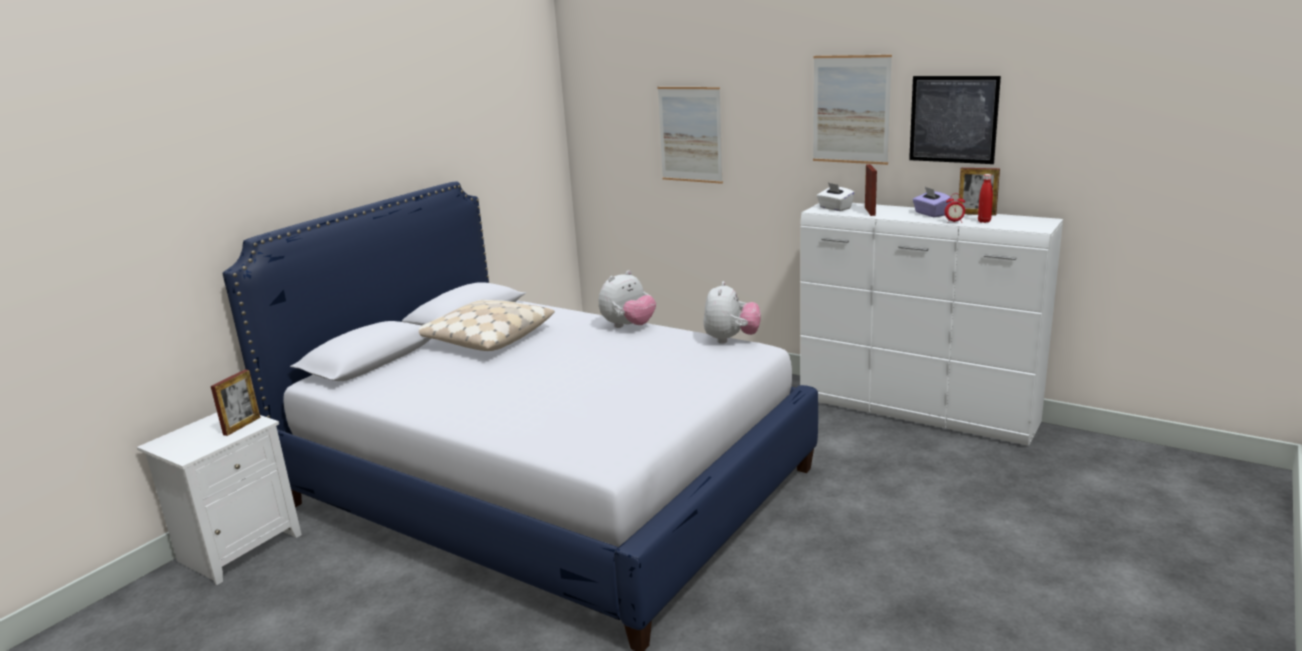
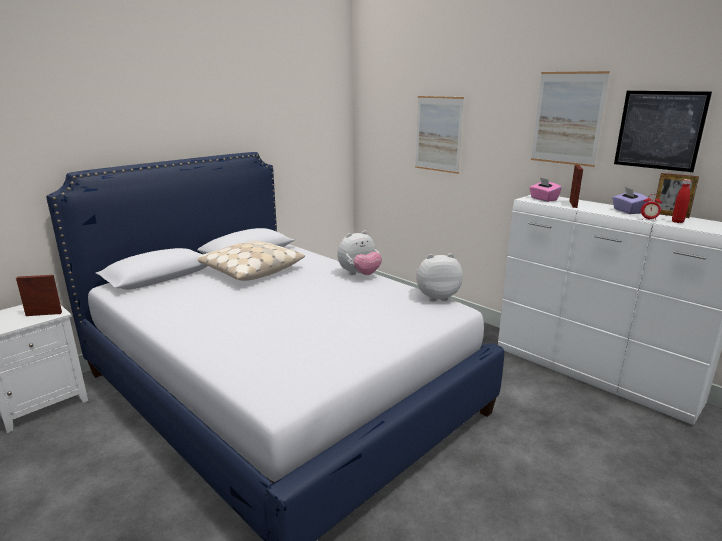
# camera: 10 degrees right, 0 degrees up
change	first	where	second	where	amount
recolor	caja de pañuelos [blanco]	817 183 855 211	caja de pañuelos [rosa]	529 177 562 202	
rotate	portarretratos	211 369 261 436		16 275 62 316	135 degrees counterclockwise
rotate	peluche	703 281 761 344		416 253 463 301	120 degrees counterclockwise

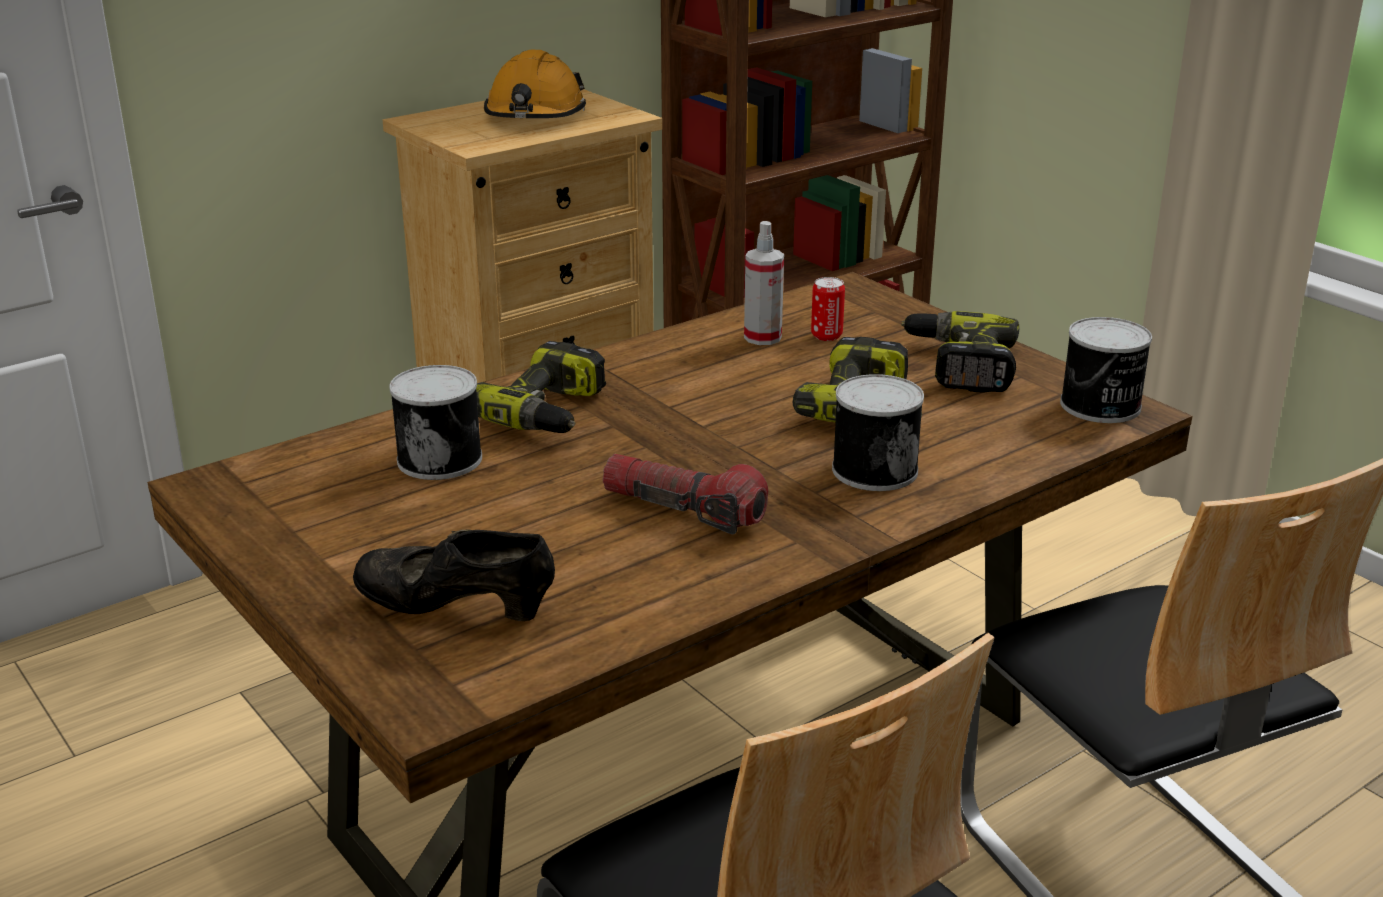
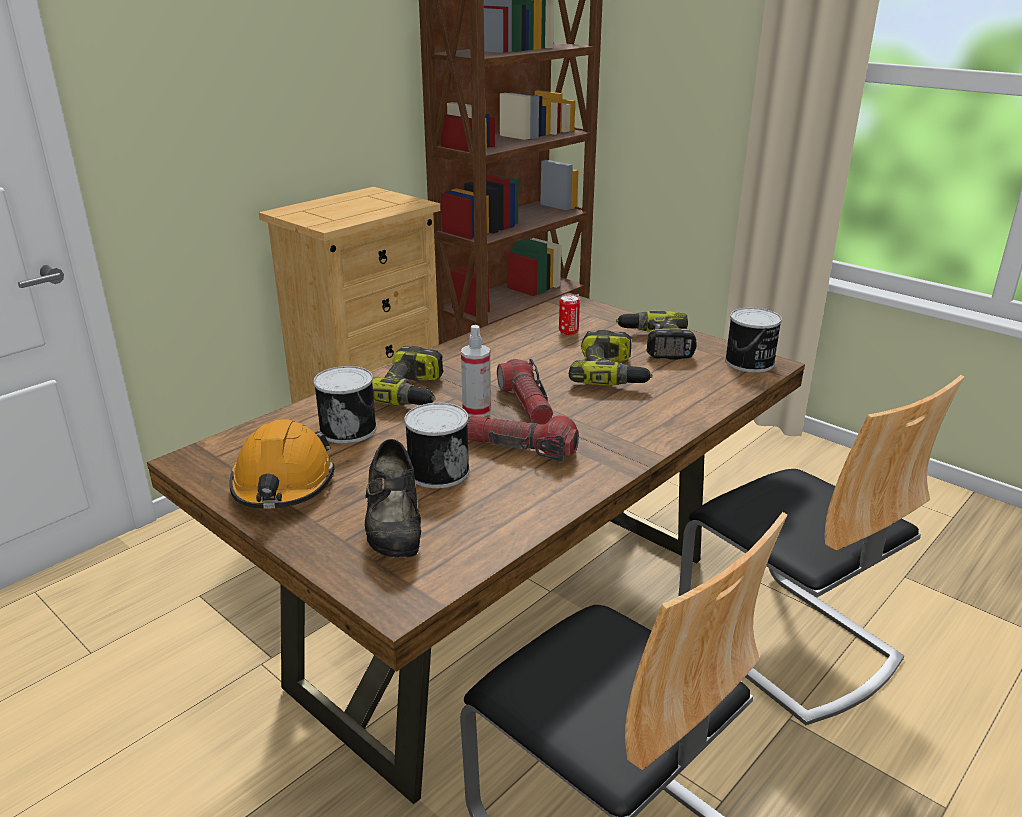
# camera: 10 degrees left, 0 degrees up
change	first	where	second	where	amount
insert			linterna	497 359 553 425	
move	casco [naranja]	484 50 586 118		230 419 334 509	
move	pulverizador	744 221 784 345		461 325 491 417	
move	lata	832 374 924 491		404 403 470 488	
rotate	zapato [negro]	353 530 555 621		365 439 421 558	105 degrees counterclockwise

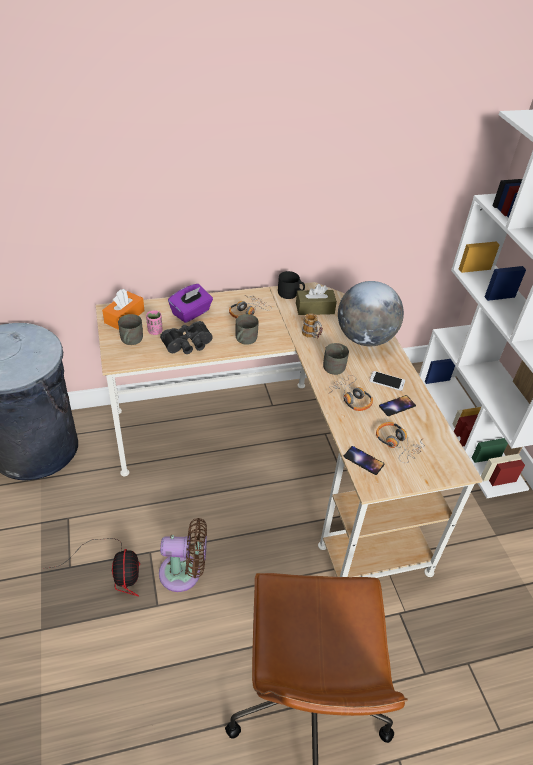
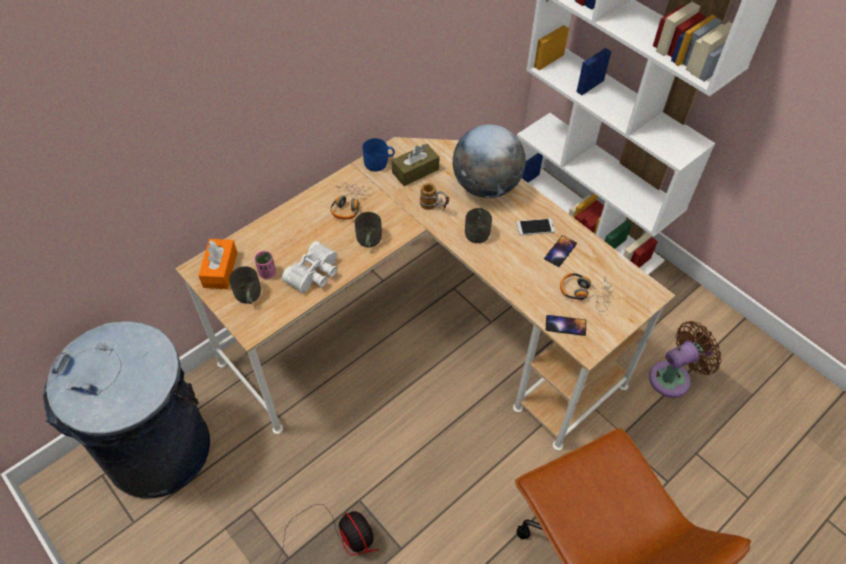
# camera: 25 degrees left, 10 degrees up
change	first	where	second	where	amount
delete	caja de pañuelos [morado]	168 284 213 323			
delete	auriculares	328 375 373 411			
move	ventilador [marrón]	159 518 207 592		649 321 722 398	
recolor	prismáticos [negro]	160 321 213 354	prismáticos [blanco]	282 241 337 293	
recolor	taza grande [negro]	278 271 305 299	taza grande [azul]	363 138 395 172	

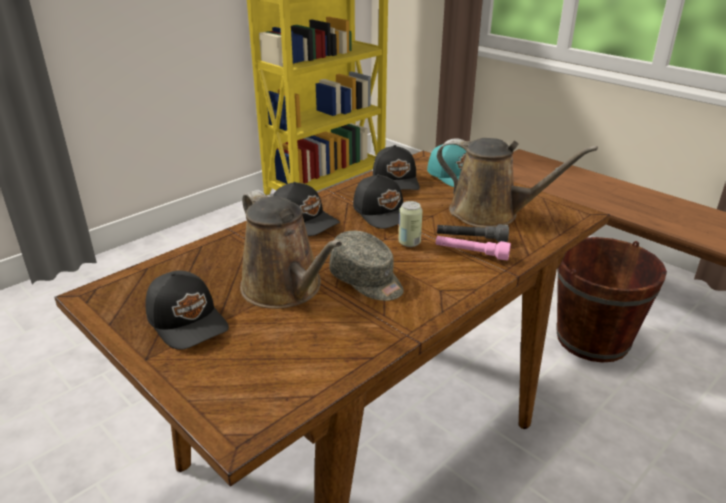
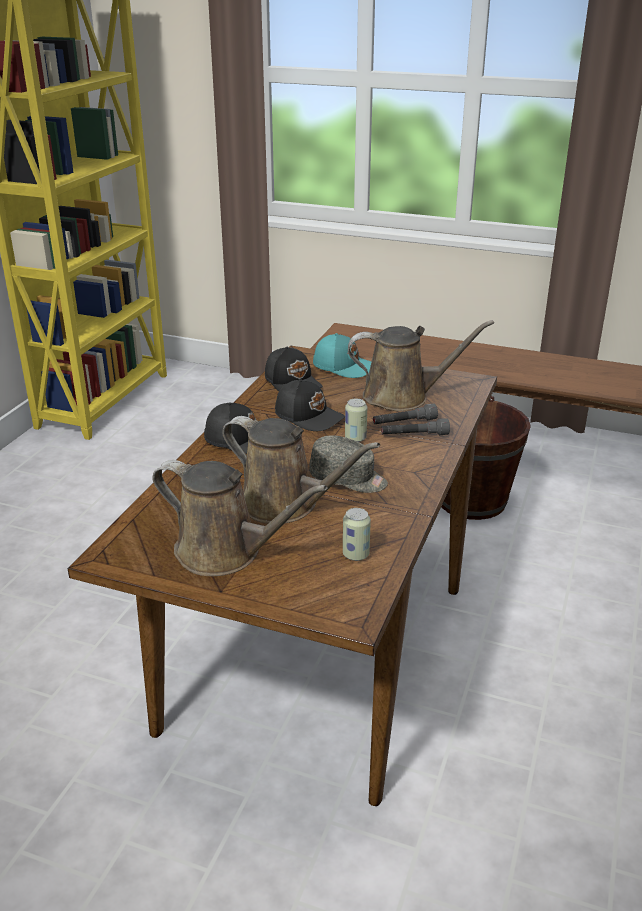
# camera: 25 degrees left, 0 degrees up
change	first	where	second	where	amount
insert			lata	343 508 371 561	
replace	gorra [negro]	145 271 229 350	regadera [marrón]	153 460 328 576	
recolor	linterna [rosa]	436 236 511 261	linterna [gris]	381 419 450 435	

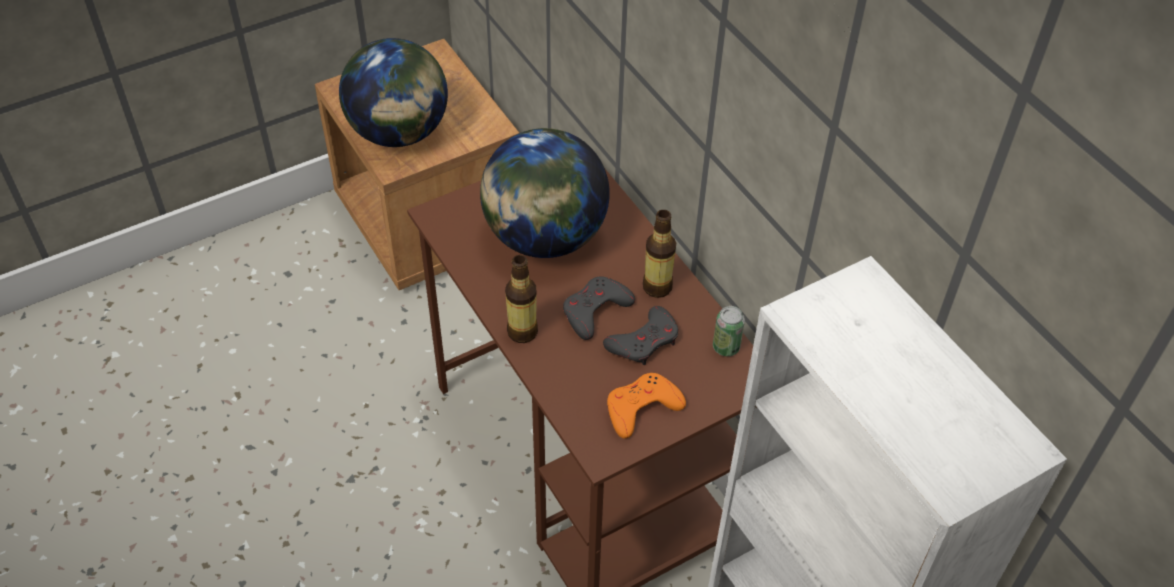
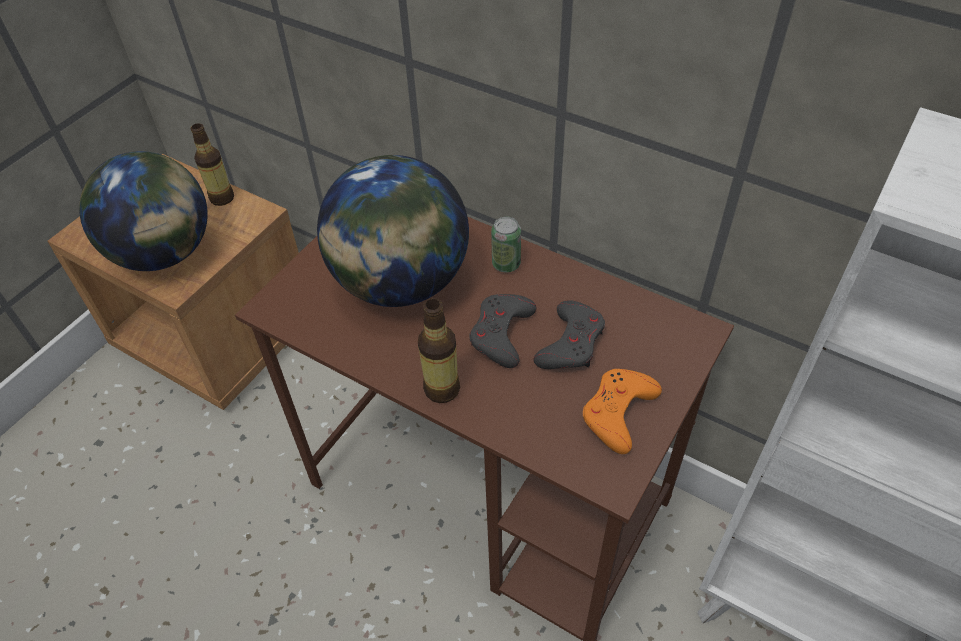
# camera: 25 degrees left, 0 degrees up
change	first	where	second	where	amount
move	botella	643 210 676 298		191 123 234 206	
move	lata	713 306 745 356		491 217 521 272	

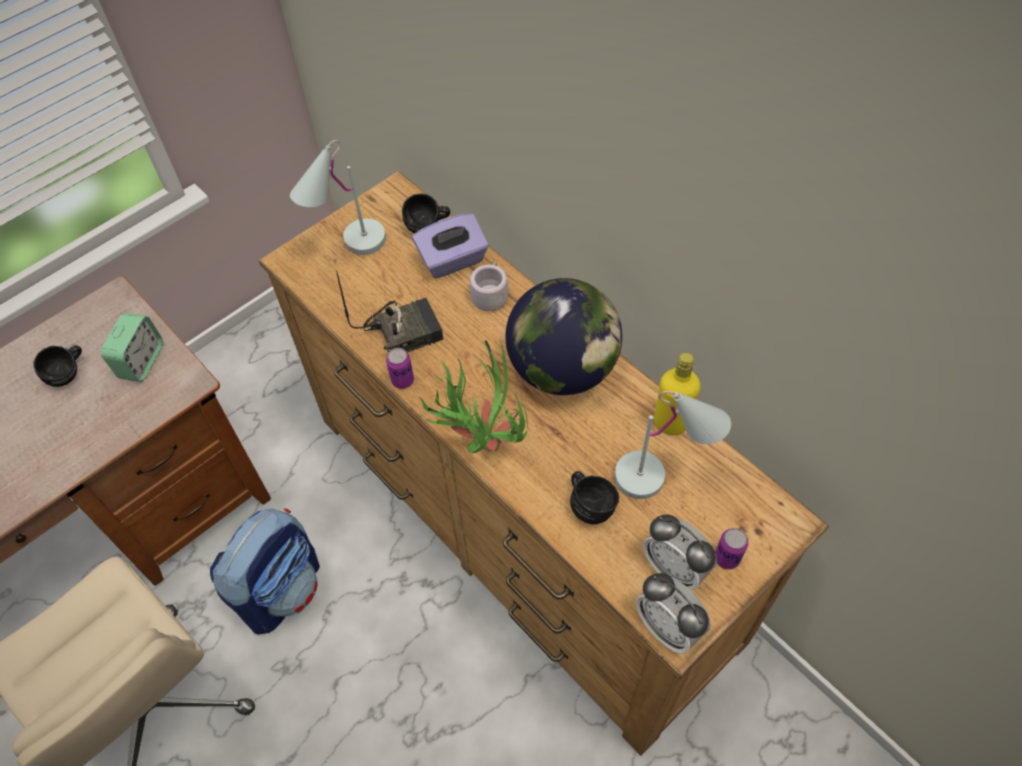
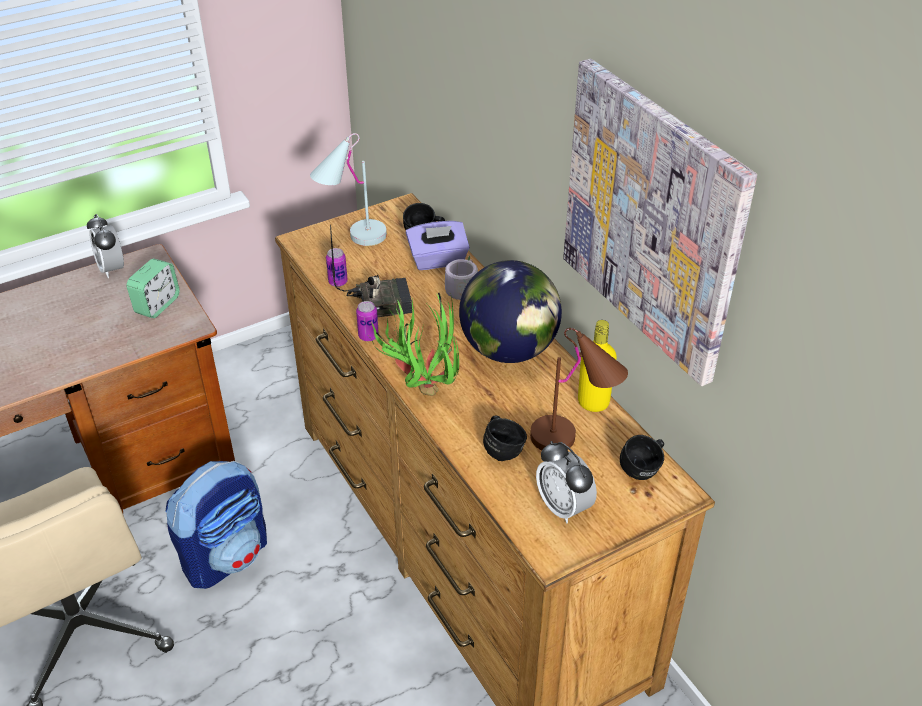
# camera: 10 degrees right, 15 degrees down
change	first	where	second	where	amount
insert			cuadro	563 59 757 386	
move	taza grande [negro]	33 345 82 387		620 435 664 480	
move	despertador	636 573 711 654		87 214 124 278	
move	lata	715 528 748 570		326 248 348 287	
recolor	lámpara de mesa [blanco]	615 391 731 499	lámpara de mesa [marrón]	530 328 628 450	

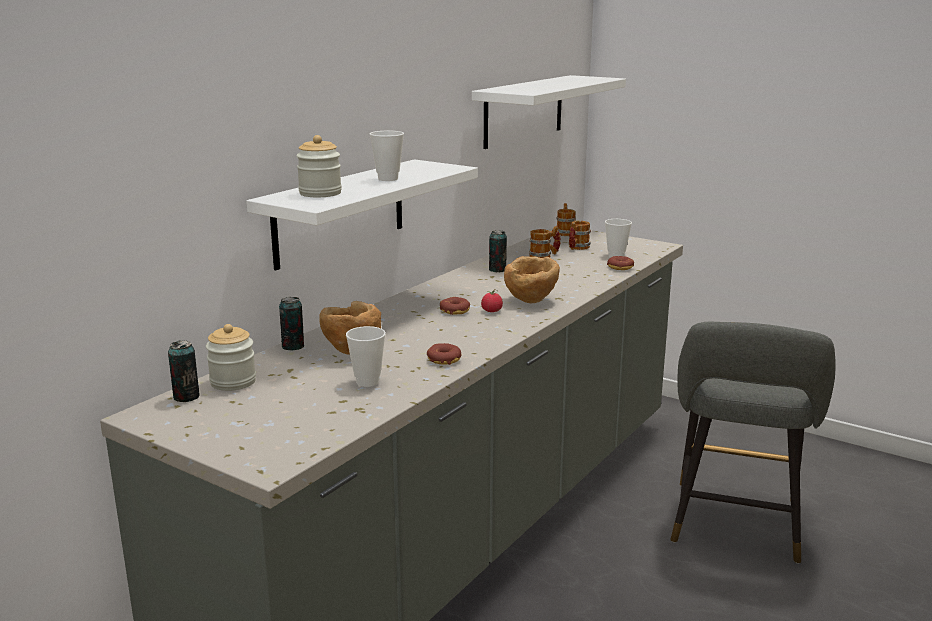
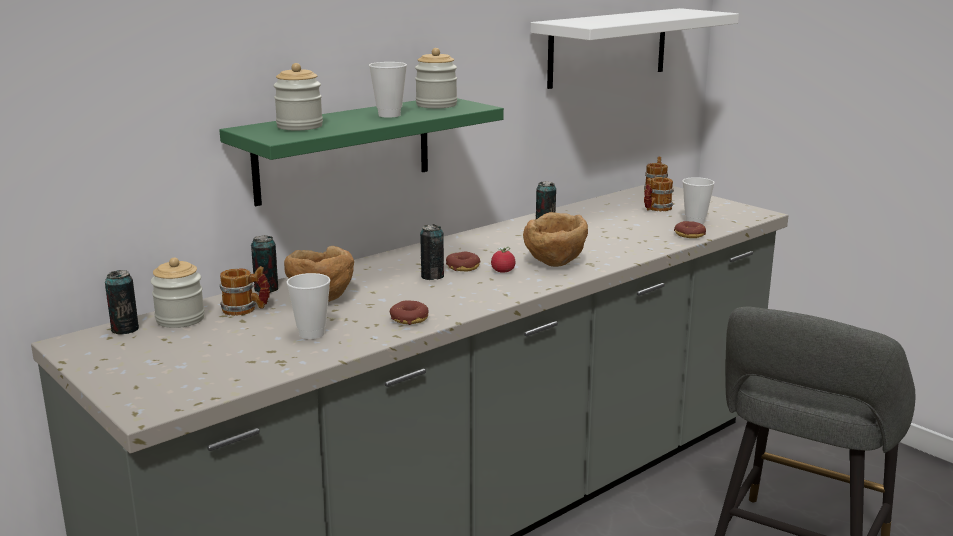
# camera: 15 degrees right, 0 degrees up
change	first	where	second	where	amount
insert			tarro	415 48 457 108	
insert			lata	420 224 444 280	
move	taza grande	529 226 561 258		219 266 270 316	
recolor	estante [blanco]	246 159 478 270	estante [verde]	219 98 504 206	

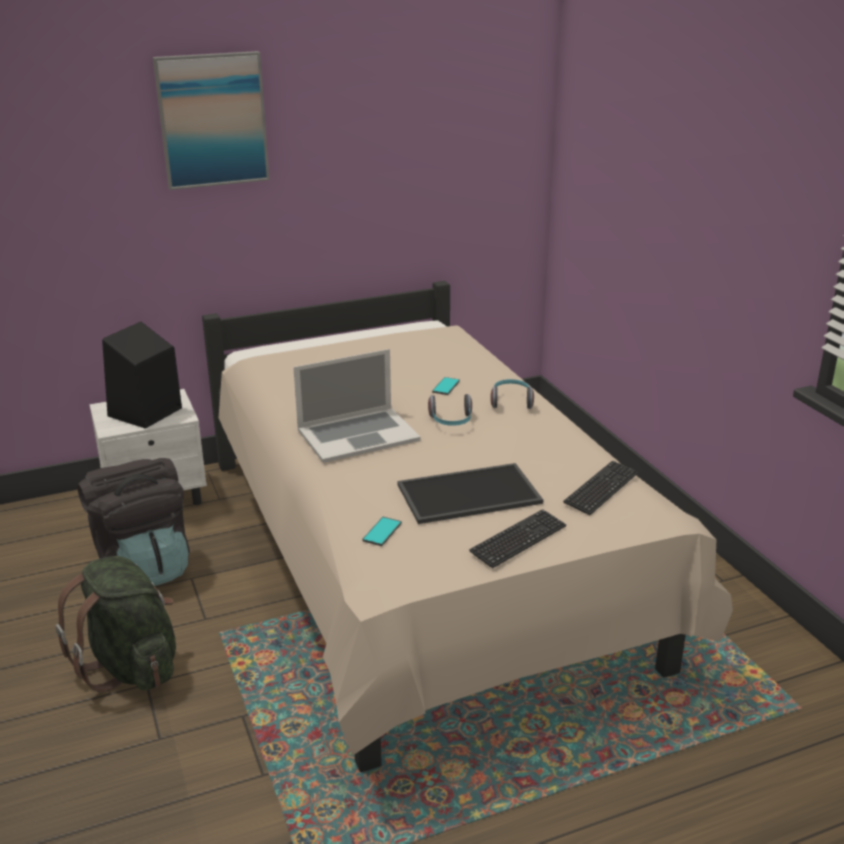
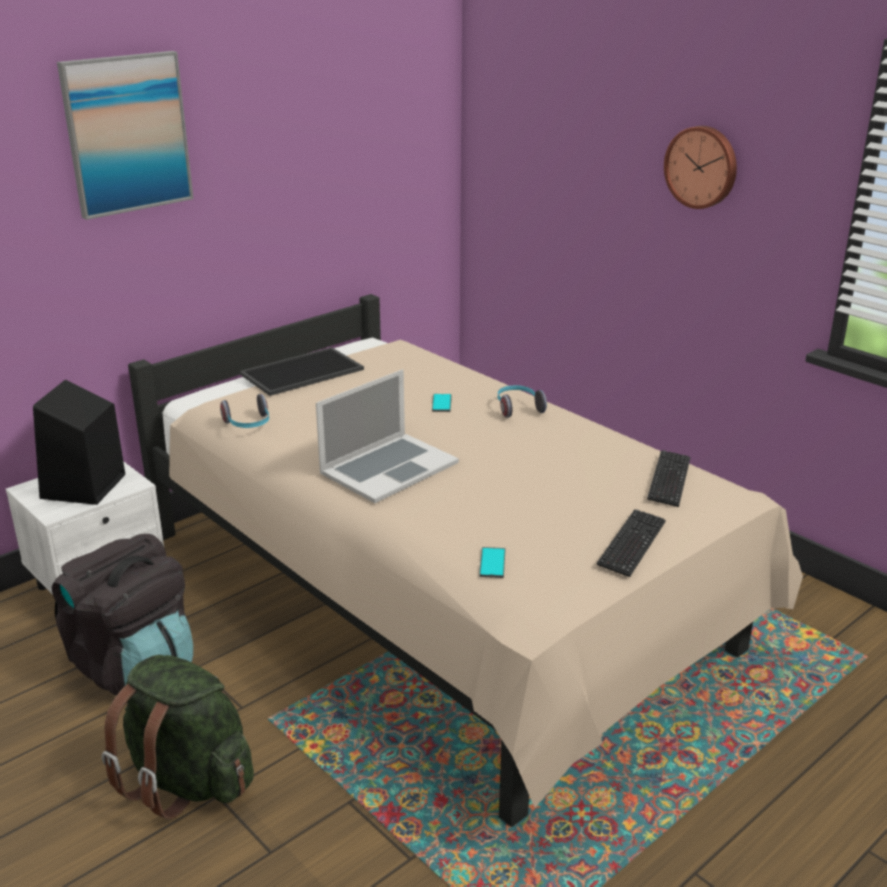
# camera: 20 degrees left, 0 degrees up
change	first	where	second	where	amount
insert			reloj de pared	664 126 737 209	
move	bandeja	397 463 543 524		240 347 364 396	
move	auriculares	428 394 472 426		220 394 269 428	

